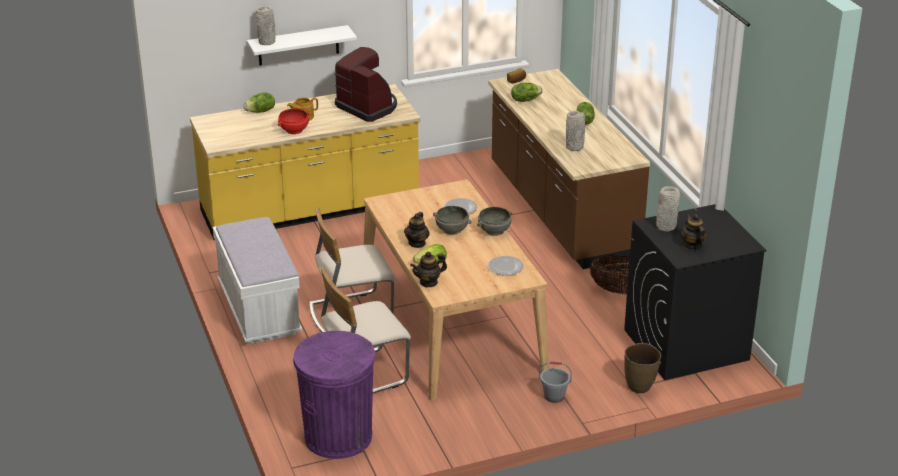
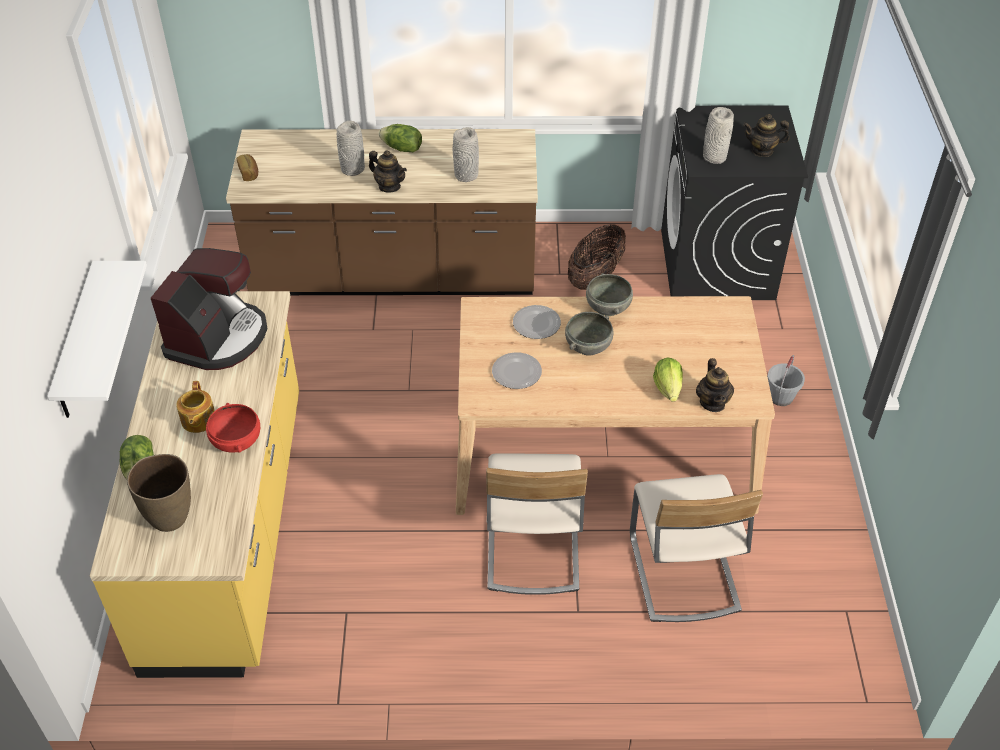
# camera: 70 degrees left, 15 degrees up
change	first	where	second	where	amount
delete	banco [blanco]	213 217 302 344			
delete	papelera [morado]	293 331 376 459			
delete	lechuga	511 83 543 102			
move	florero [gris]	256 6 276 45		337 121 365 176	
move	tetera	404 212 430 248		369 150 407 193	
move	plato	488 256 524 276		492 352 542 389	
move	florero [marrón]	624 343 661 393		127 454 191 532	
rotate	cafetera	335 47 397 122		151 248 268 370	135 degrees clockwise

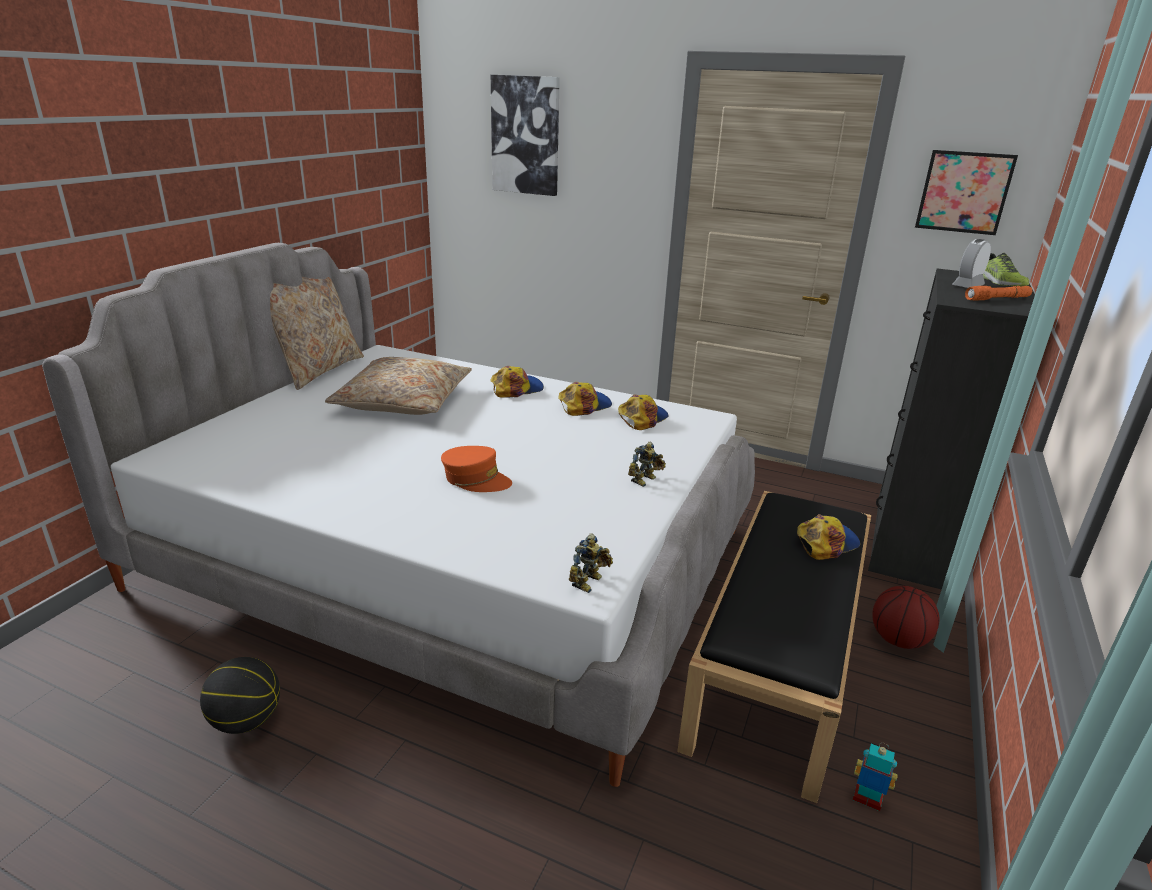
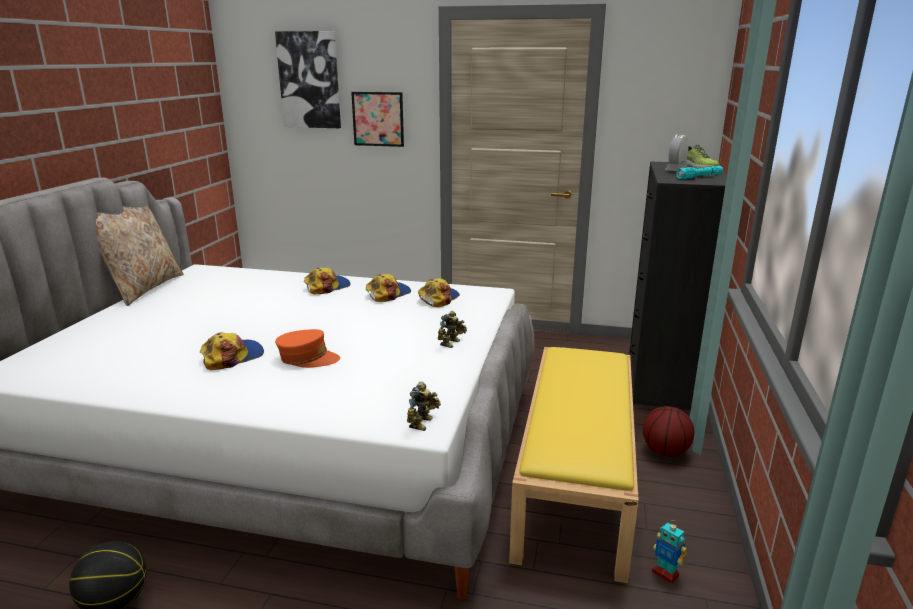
# camera: 10 degrees left, 5 degrees down
change	first	where	second	where	amount
delete	cojín [beis]	325 357 472 415			
move	gorra	797 514 860 560		200 332 264 370	
move	cuadro	915 150 1018 235		351 92 404 147	
recolor	banco [negro]	677 491 871 803	banco [amarillo]	509 347 639 583	
recolor	linterna [naranja]	965 286 1032 300	linterna [turquesa]	676 166 723 179	
rotate	robot de juguete	853 743 898 811		652 520 687 584	150 degrees counterclockwise

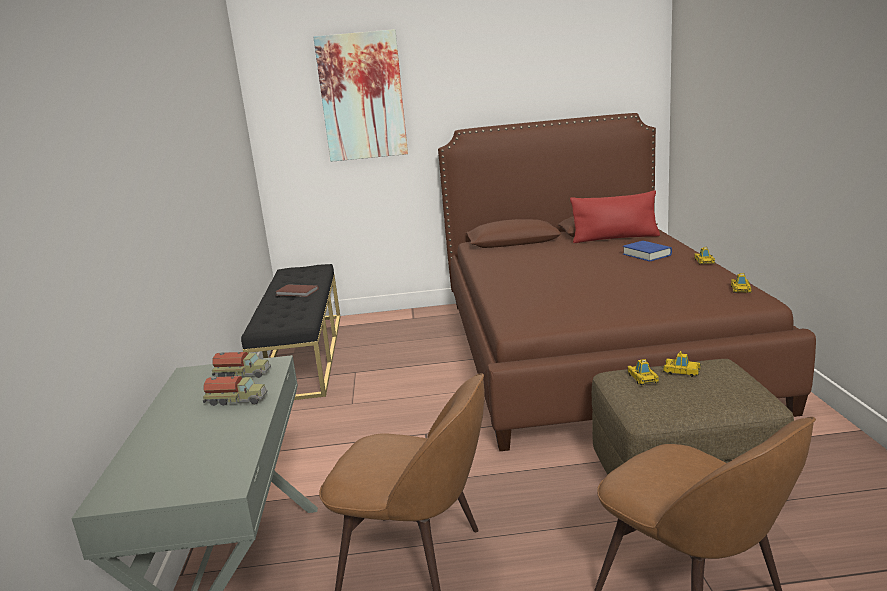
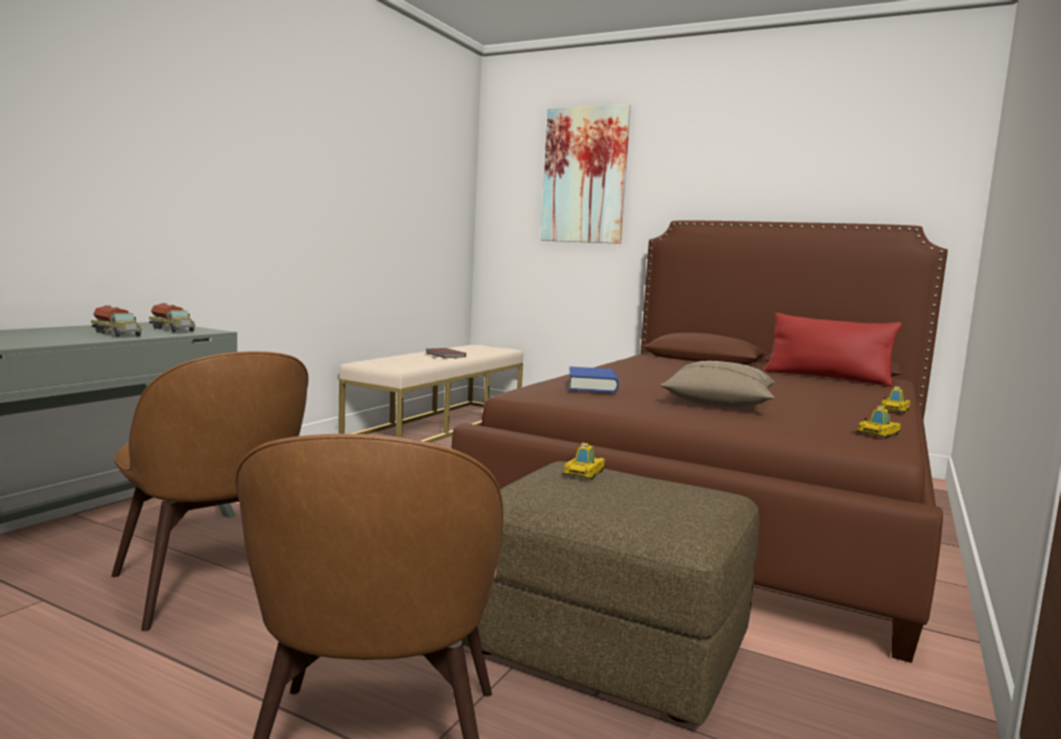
# camera: 30 degrees right, 10 degrees down
change	first	where	second	where	amount
delete	coche de juguete	663 351 701 377			
insert			cojín [beis]	660 361 775 408	
move	libro [azul]	623 241 672 262		569 367 619 393	
recolor	banco [negro]	241 264 340 400	banco [beis]	338 345 523 443	

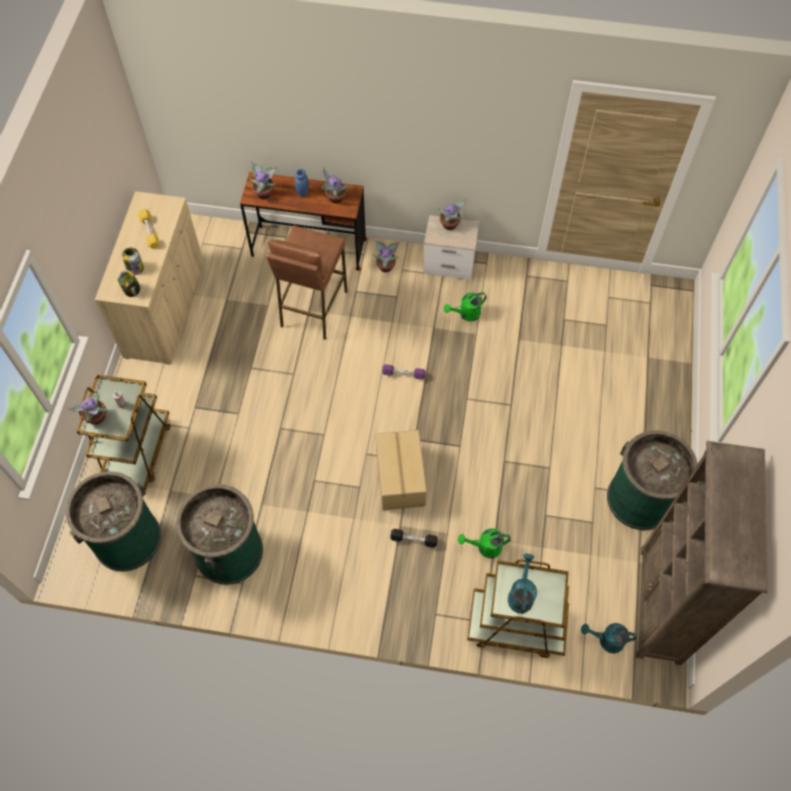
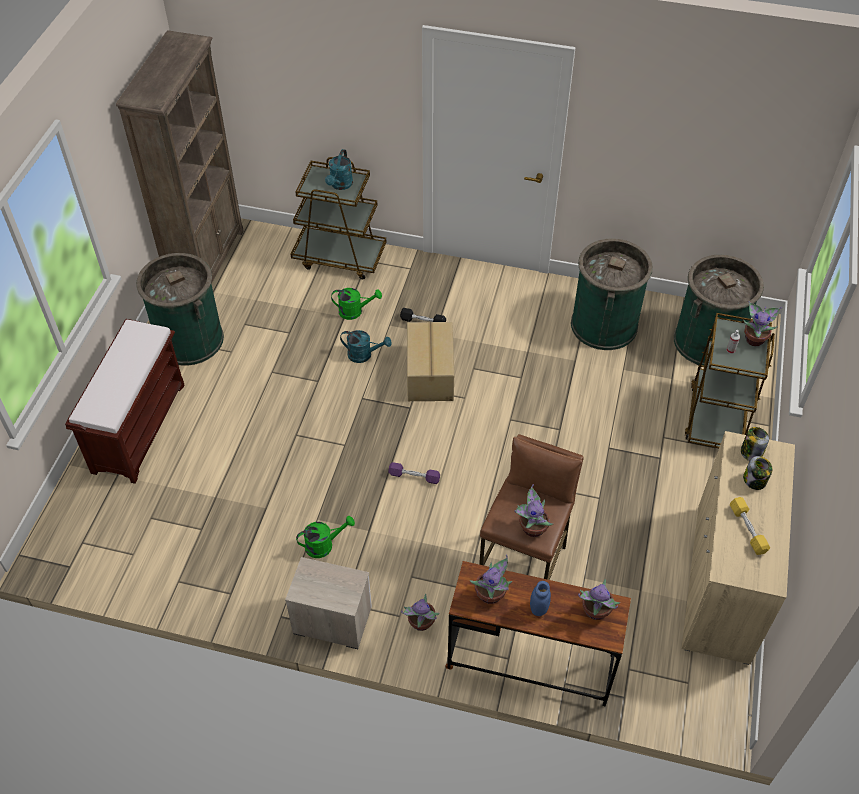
# camera: 175 degrees left, 10 degrees down
change	first	where	second	where	amount
insert			banco [marrón]	65 319 185 484	
move	planta en maceta	438 199 466 230		514 484 554 537	
move	regadera [turquesa]	581 623 636 653		340 330 392 363	

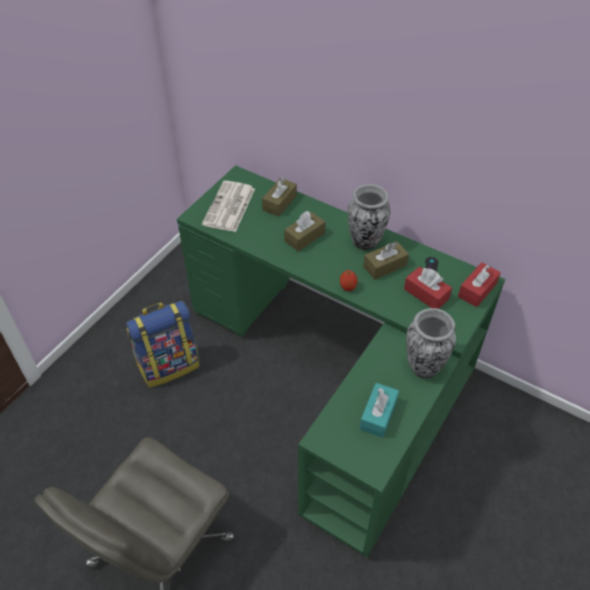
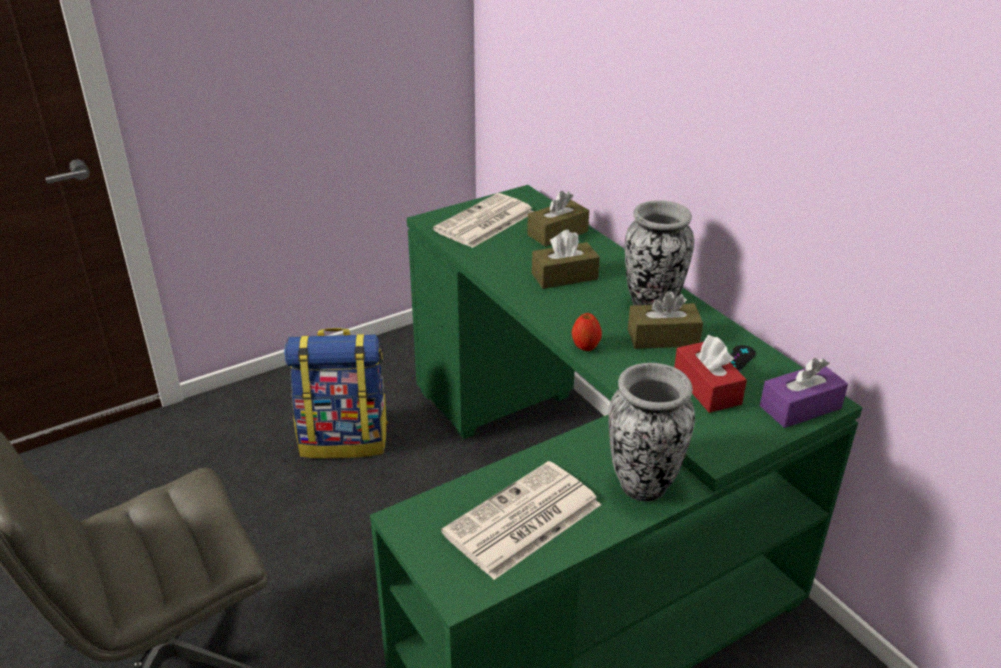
# camera: 25 degrees right, 15 degrees down
change	first	where	second	where	amount
replace	caja de pañuelos [turquesa]	360 383 399 438	periódico	441 461 601 580	
recolor	caja de pañuelos [rojo]	458 262 501 307	caja de pañuelos [morado]	760 358 848 428	

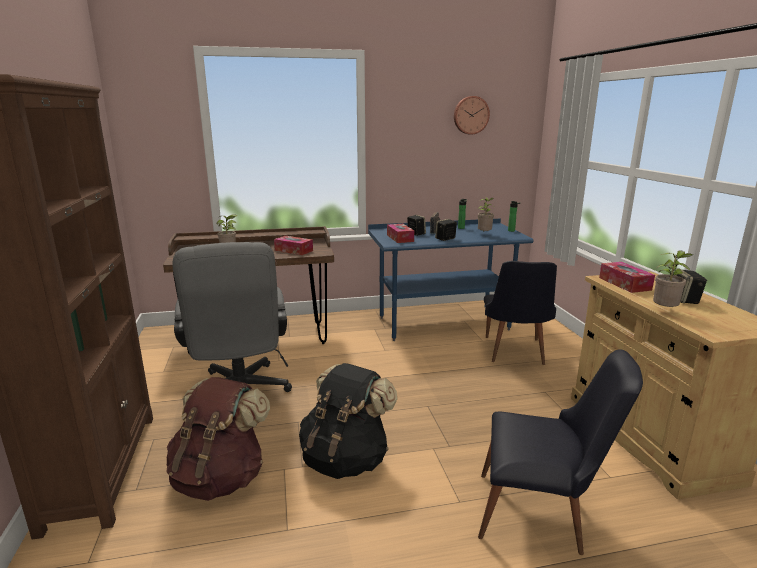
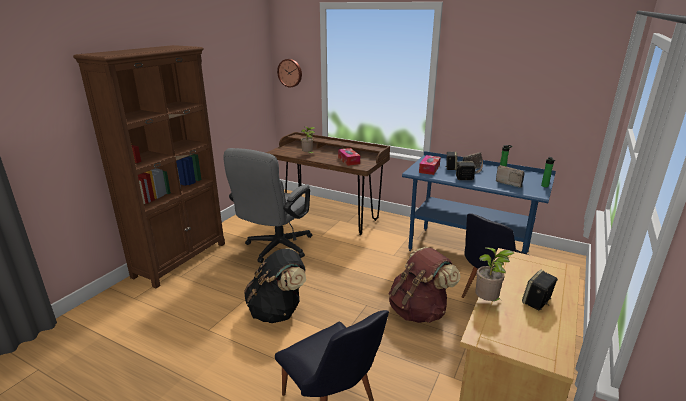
# camera: 40 degrees right, 5 degrees up
change	first	where	second	where	amount
delete	caja de pañuelos	599 262 655 293			
move	mochila [marrón]	166 377 270 501		389 247 461 323	
move	reloj de pared	454 96 490 135		277 59 302 87	
replace	planta en maceta	478 197 494 231	radio	496 165 525 188	

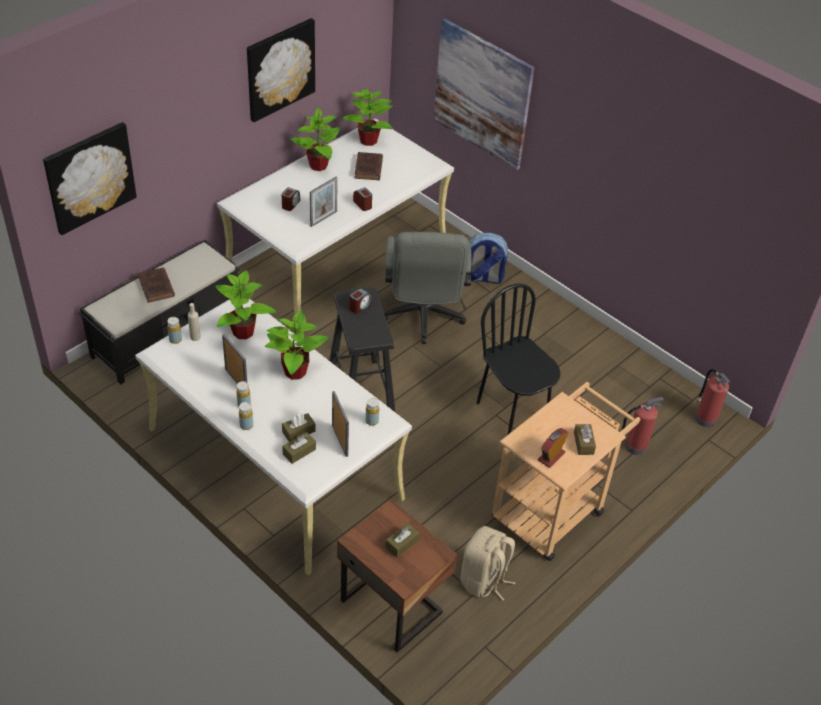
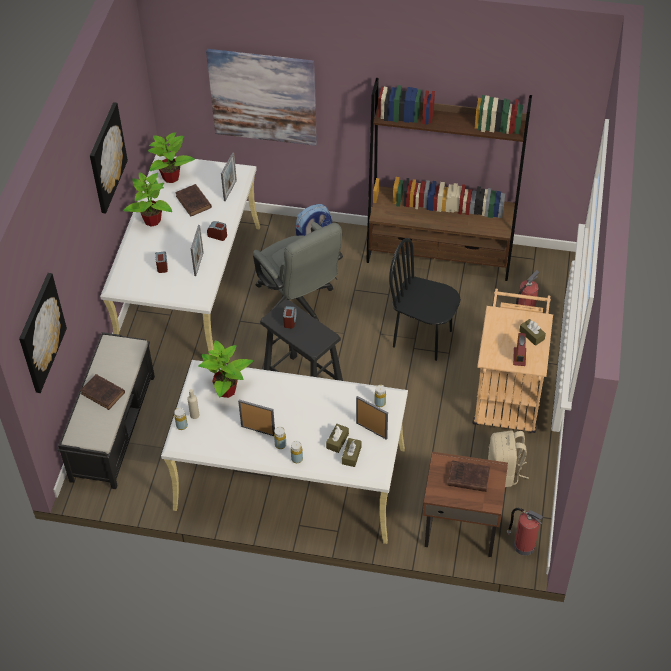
# camera: 30 degrees left, 5 degrees up
change	first	where	second	where	amount
delete	planta en maceta	264 310 329 380			
insert			portarretratos	221 152 237 201	
insert			estantería [marrón]	366 78 532 281	
move	extintor	695 369 731 428		507 508 544 556	
replace	caja de pañuelos [marrón]	386 523 420 558	libro [marrón]	448 460 490 492	

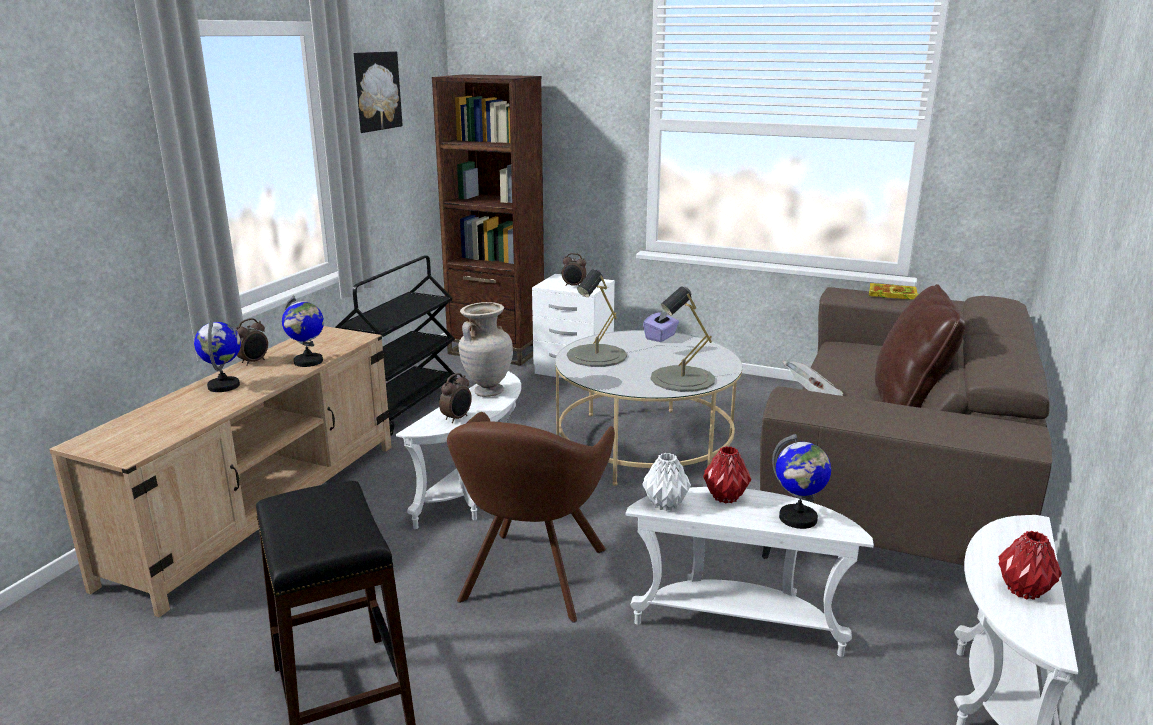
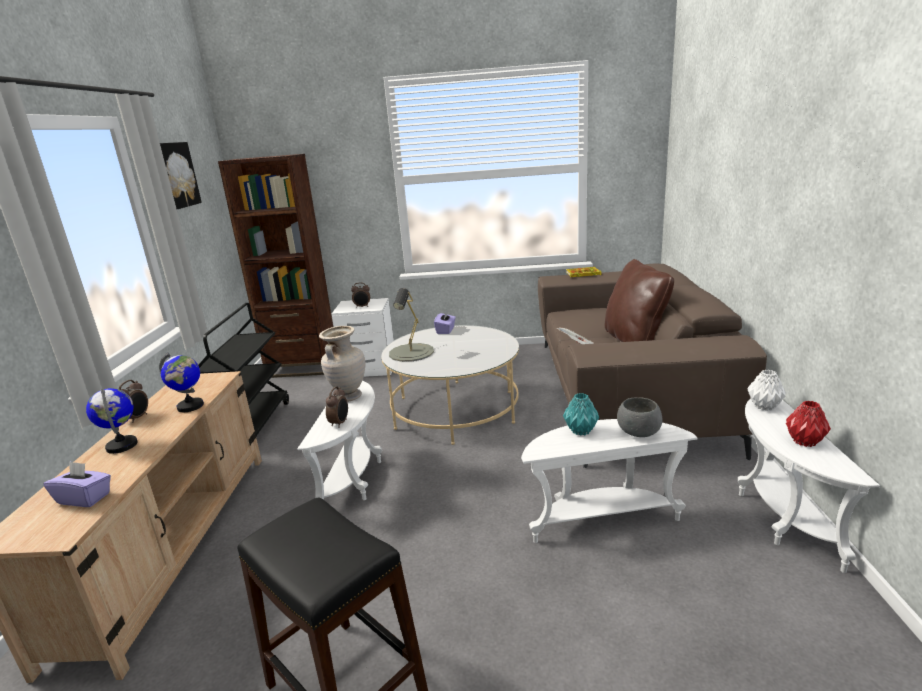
# camera: 20 degrees left, 0 degrees up
change	first	where	second	where	amount
delete	sillón [marrón]	447 412 615 623			
delete	lámpara de mesa [gris]	651 286 715 392			
insert			caja de pañuelos [morado]	44 461 111 507	
move	florero [blanco]	642 453 691 511		747 370 786 411	
replace	globo terráqueo	772 434 831 529	cuenco [gris]	617 397 662 437	
recolor	florero [rojo]	703 446 751 503	florero [turquesa]	563 393 599 436	

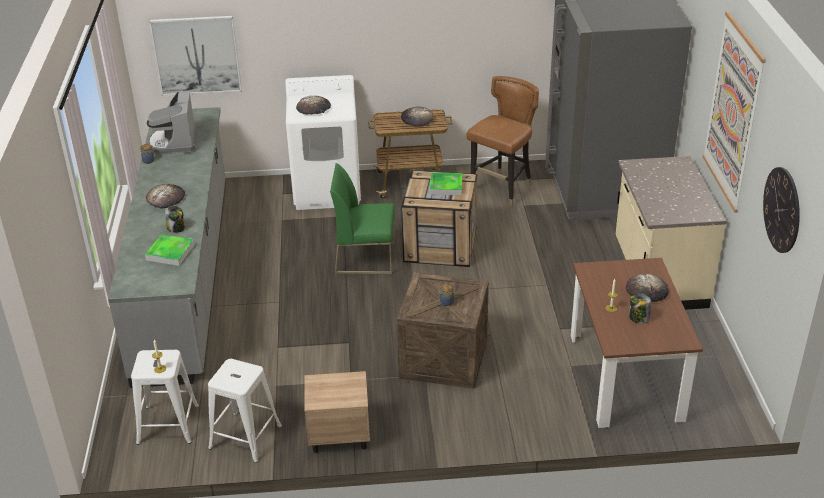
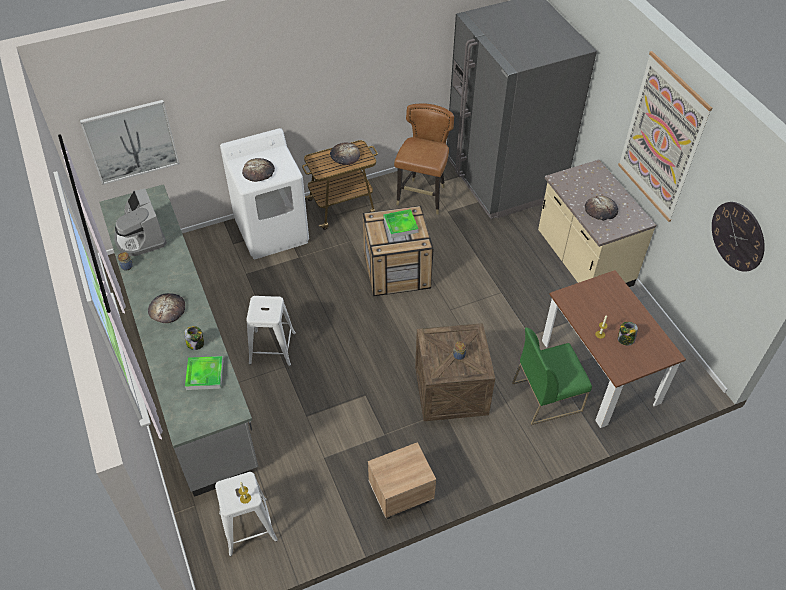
# camera: 20 degrees left, 15 degrees up
change	first	where	second	where	amount
move	taburete [blanco]	208 359 282 463		246 296 296 366	
move	silla [verde]	330 163 395 274		512 328 592 425	
move	pan	626 273 669 302		585 195 618 221	

